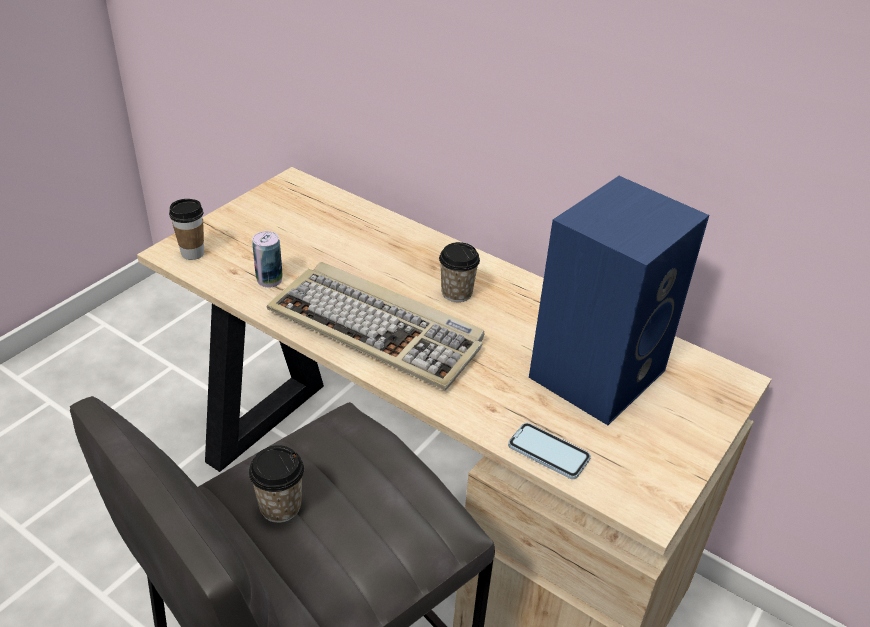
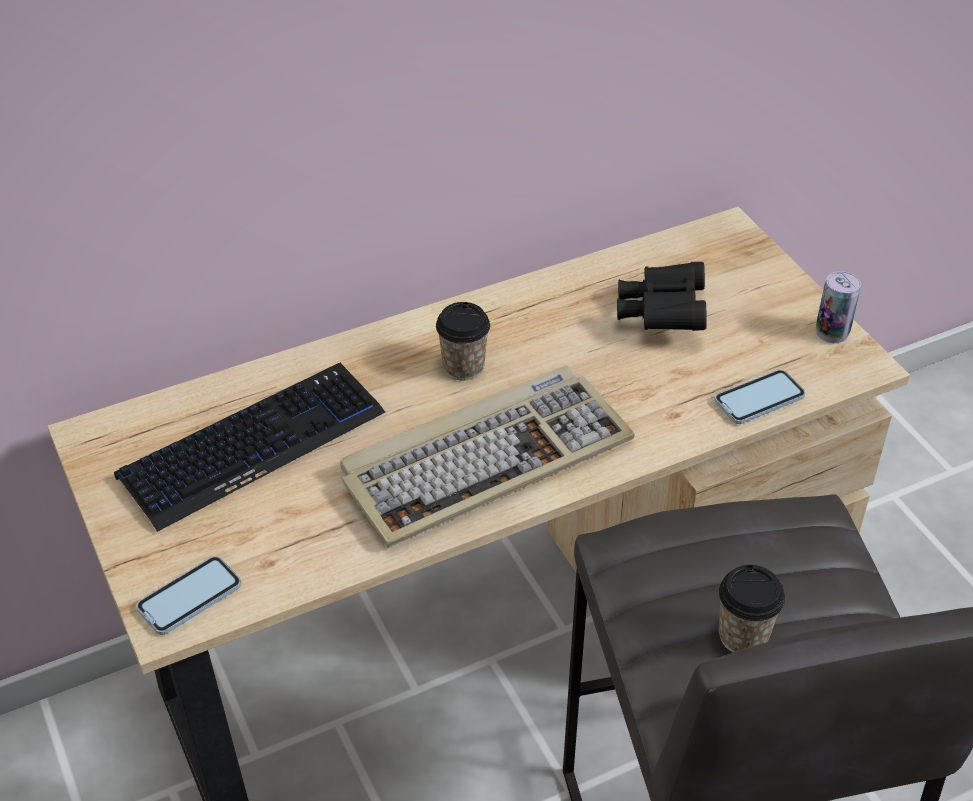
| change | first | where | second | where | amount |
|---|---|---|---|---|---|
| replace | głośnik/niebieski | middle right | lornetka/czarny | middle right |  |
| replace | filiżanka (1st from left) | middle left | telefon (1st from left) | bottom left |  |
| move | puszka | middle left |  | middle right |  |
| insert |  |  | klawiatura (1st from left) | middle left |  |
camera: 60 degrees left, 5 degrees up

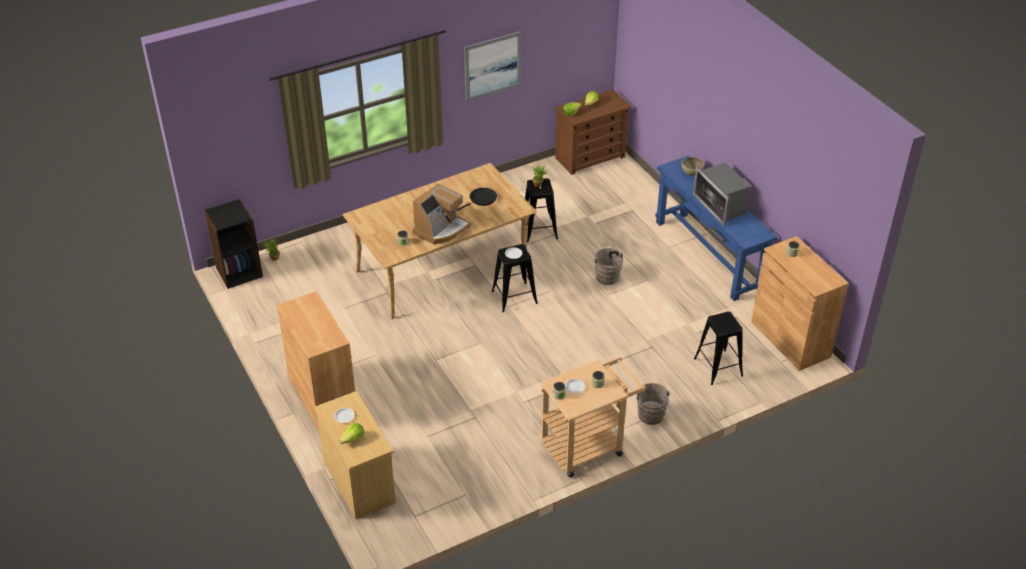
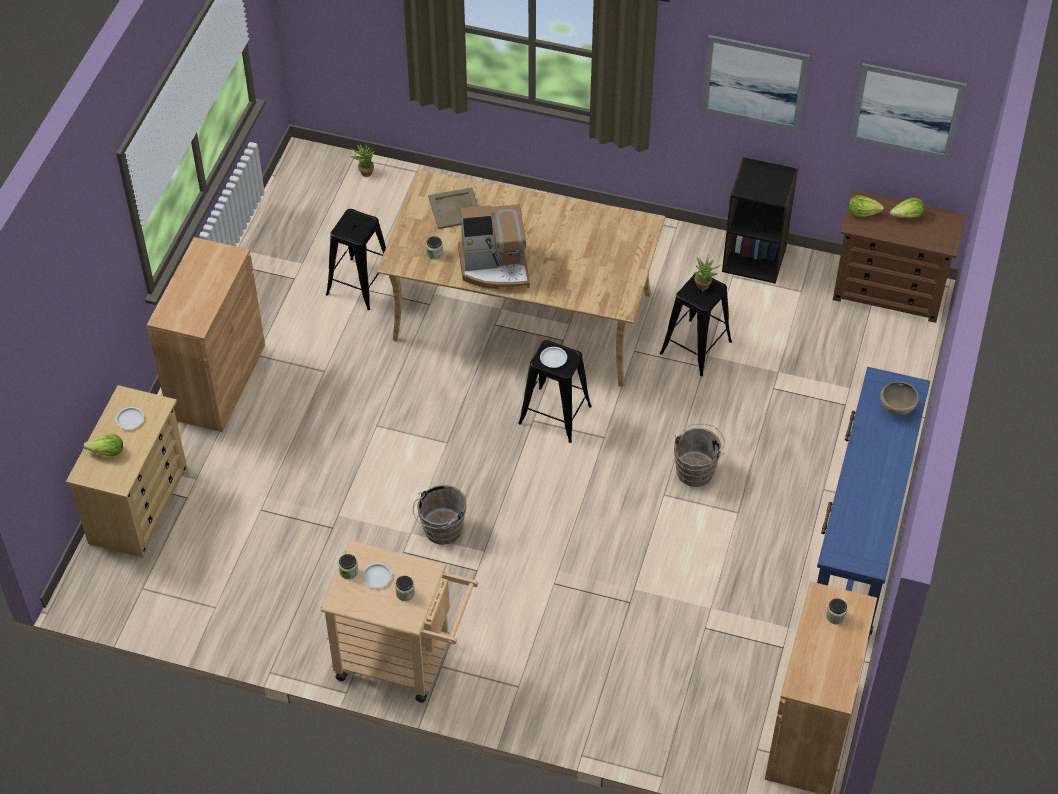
| change | first | where | second | where | amount |
|---|---|---|---|---|---|
| delete | mikrofalówka | middle right |  |  |  |
| delete | patelnia/czarny | centre |  |  |  |
| move | regał/czarny | middle left |  | top right |  |
| move | stołek/czarny (3rd from left in the first image) | middle right | stołek/czarny (1st from left) | top centre |  |
| move | wiadro/brązowy (2nd from left in the first image) | bottom centre | wiadro/brązowy (1st from left) | centre |  |
| insert |  |  | obraz (2nd from left) | top right |  |
| insert |  |  | taca/beżowy | top centre |  |
camera: 45 degrees right, 10 degrees up

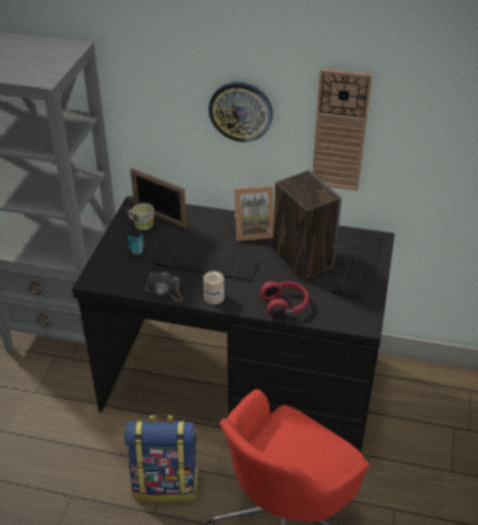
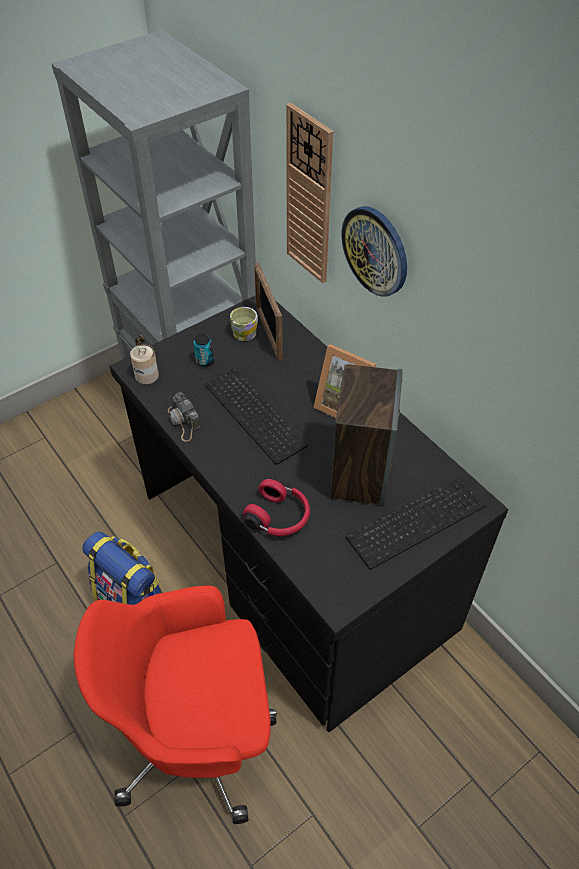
| change | first | where | second | where | amount |
|---|---|---|---|---|---|
| move | zegar ścienny (2nd from left in the first image) | top right | zegar ścienny (1st from left) | top centre |  |
| move | puszka (2nd from left in the first image) | centre | puszka (1st from left) | middle left |  |
camera: 40 degrees right, 10 degrees up

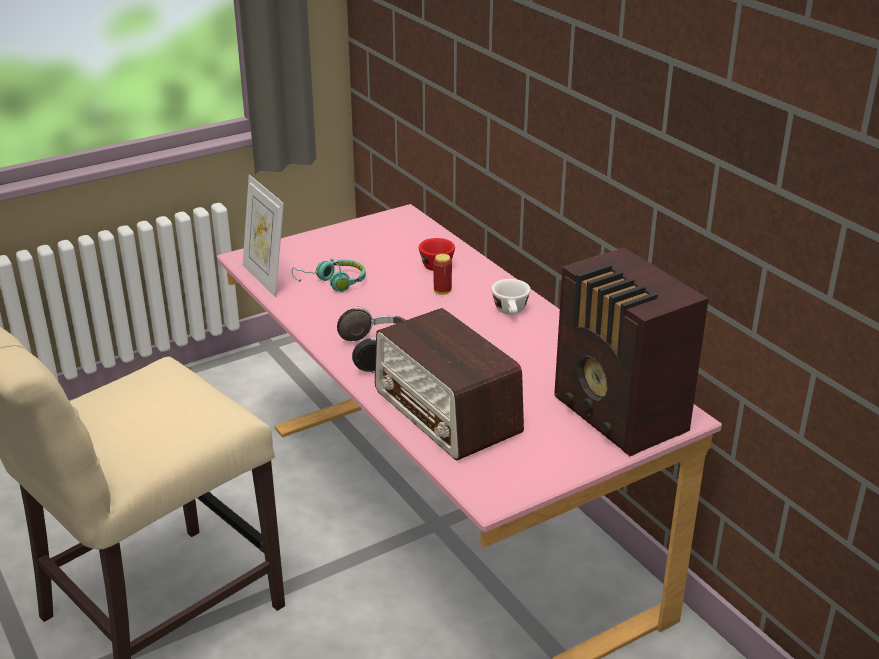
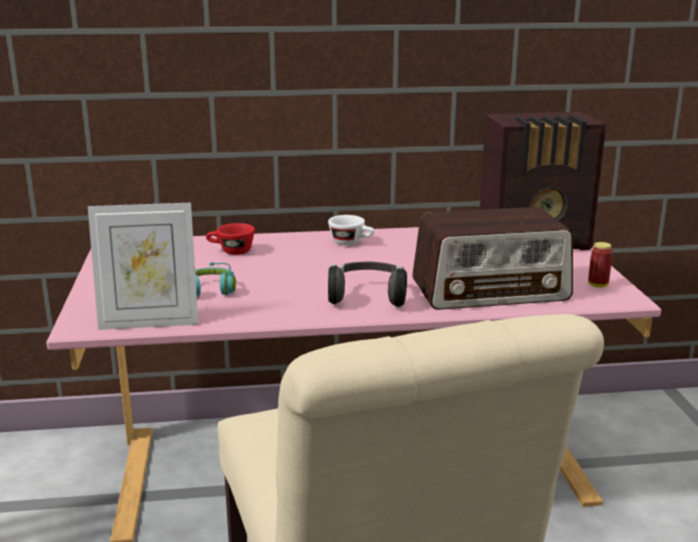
| change | first | where | second | where | amount |
|---|---|---|---|---|---|
| move | puszka | centre |  | middle right |  |
camera: 65 degrees left, 10 degrees down

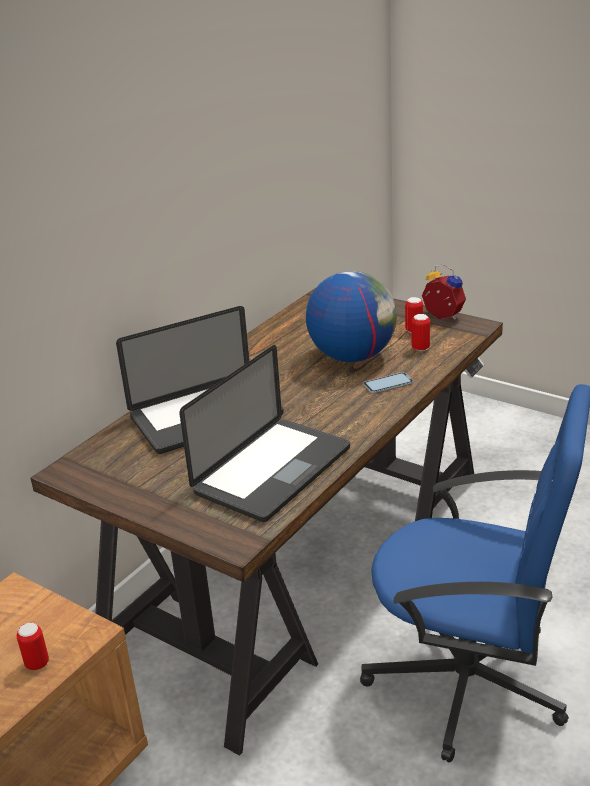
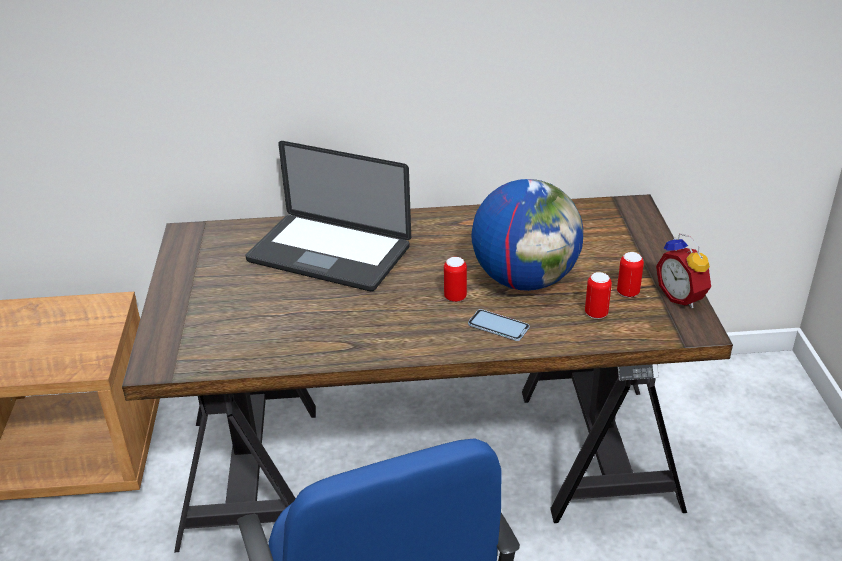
| change | first | where | second | where | amount |
|---|---|---|---|---|---|
| rotate | budzik | middle right |  | middle right | 150 degrees clockwise |
| delete | laptop (2nd from left) | centre |  |  |  |
| move | puszka (1st from left) | bottom left |  | centre |  |
camera: 50 degrees right, 5 degrees up

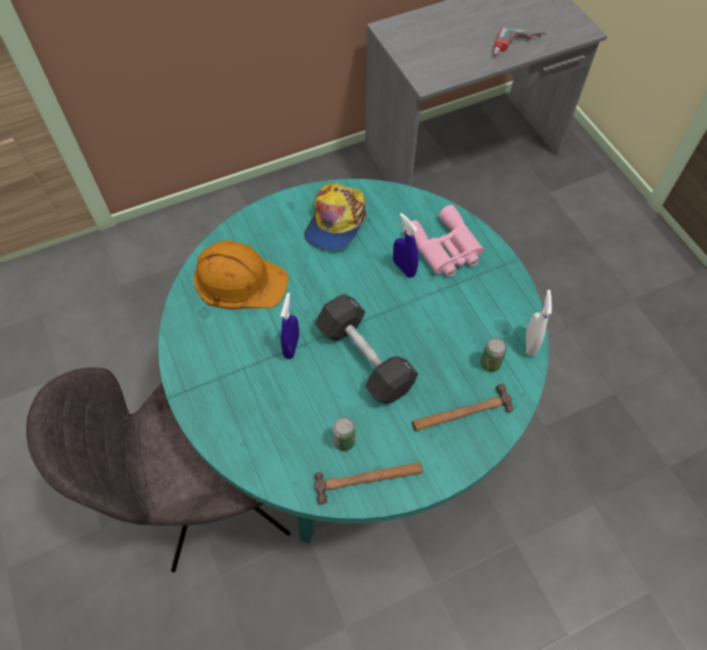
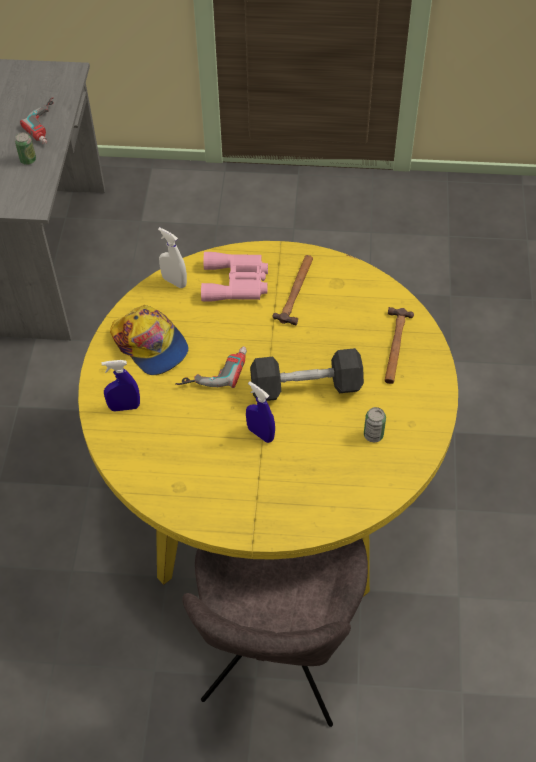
| change | first | where | second | where | amount |
|---|---|---|---|---|---|
| recolor | stół jadalny/turkusowy | centre | stół jadalny/żółty | centre |  |
| move | spryskiwacz/niebieski (2nd from left in the first image) | centre | spryskiwacz/niebieski (1st from left) | middle left |  |
| delete | kask/pomarańczowy | centre |  |  |  |
| move | spryskiwacz/biały | middle right |  | middle left |  |
| move | puszka (2nd from left in the first image) | middle right | puszka (1st from left) | top left |  |
| move | młotek (1st from left) | bottom centre |  | centre |  |
| insert |  |  | wiertarka (2nd from left) | centre |  |
camera: 60 degrees left, 5 degrees down

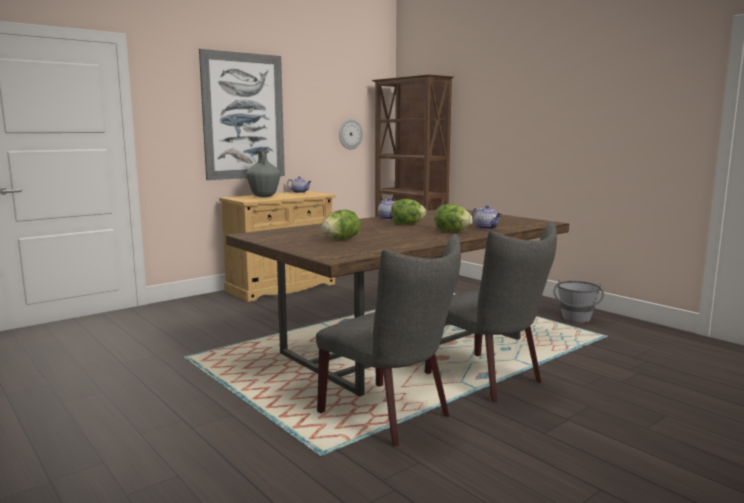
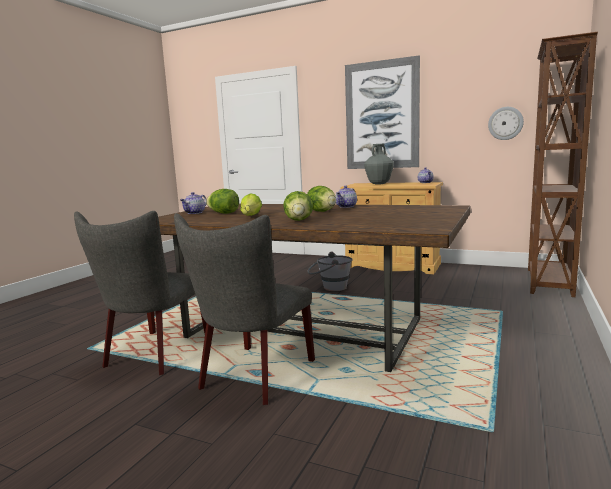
| change | first | where | second | where | amount |
|---|---|---|---|---|---|
| move | imbryk (3rd from left in the first image) | centre | imbryk (1st from left) | middle left |  |
| move | wiadro/szary | middle right |  | centre |  |
| insert |  |  | sałata (2nd from left) | centre |  |
camera: 65 degrees right, 0 degrees up

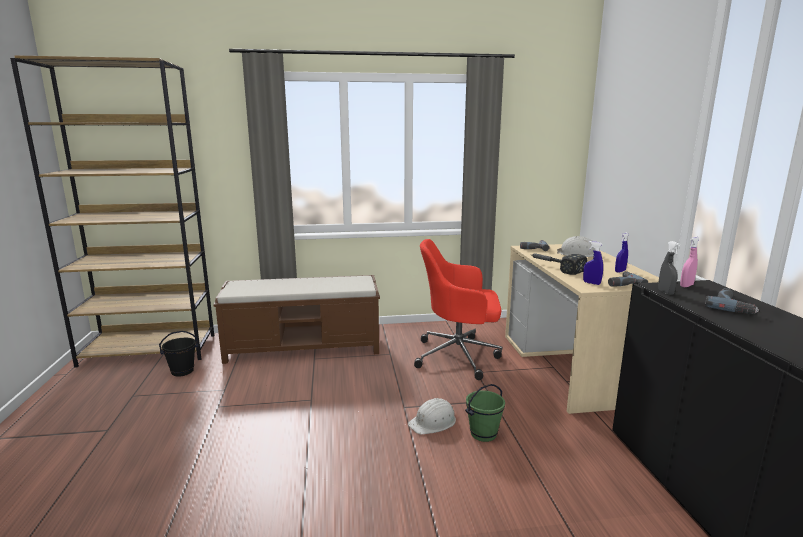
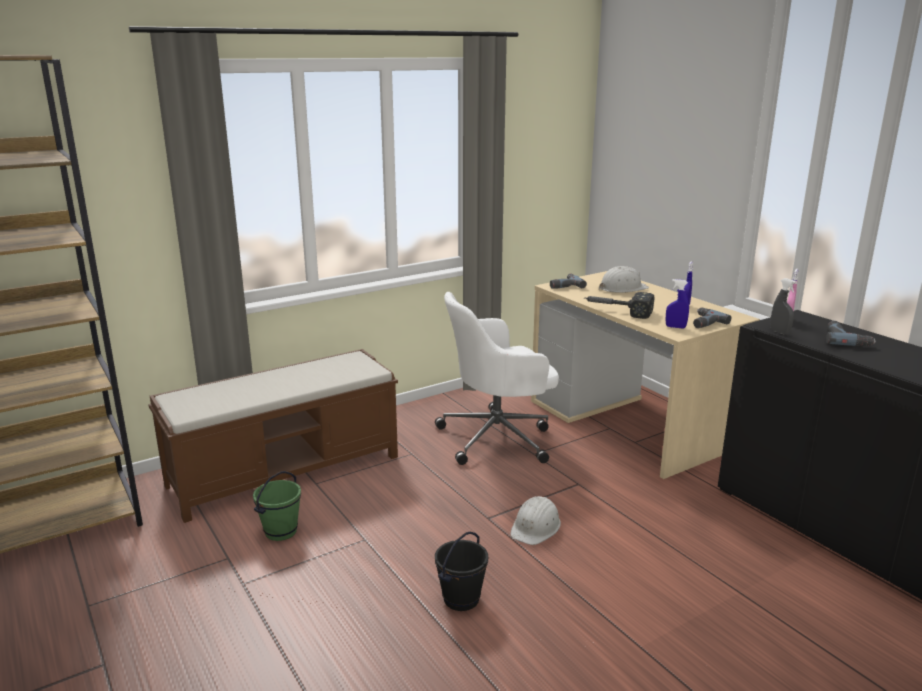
| change | first | where | second | where | amount |
|---|---|---|---|---|---|
| recolor | krzesło biurowe/czerwony | centre | krzesło biurowe/biały | centre |  |
| move | wiadro/czarny | middle left |  | bottom centre |  |
| move | wiadro/zielony | bottom centre |  | bottom left |  |
camera: 25 degrees left, 5 degrees up

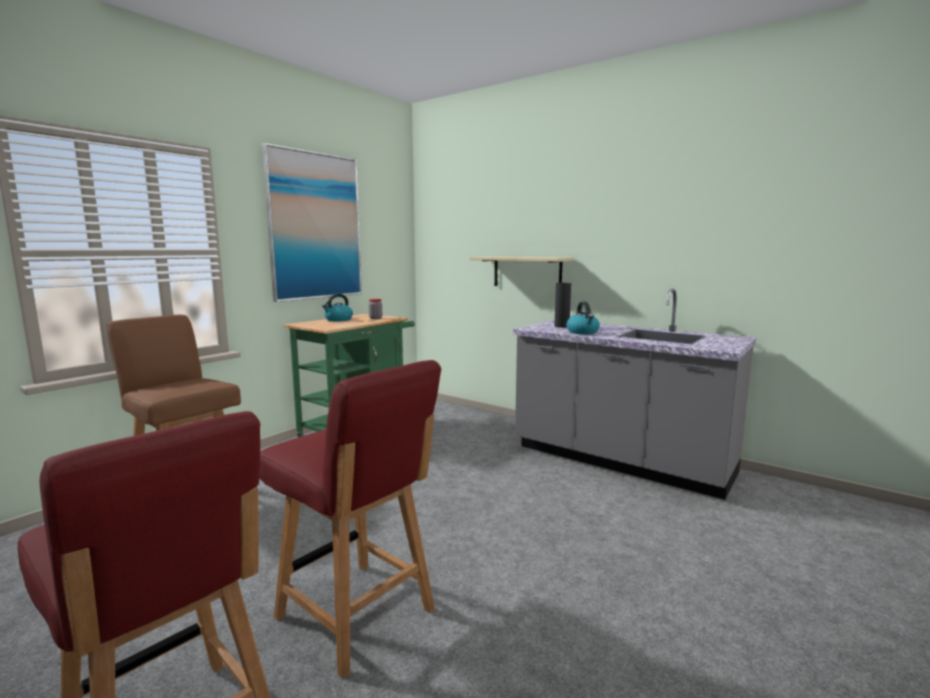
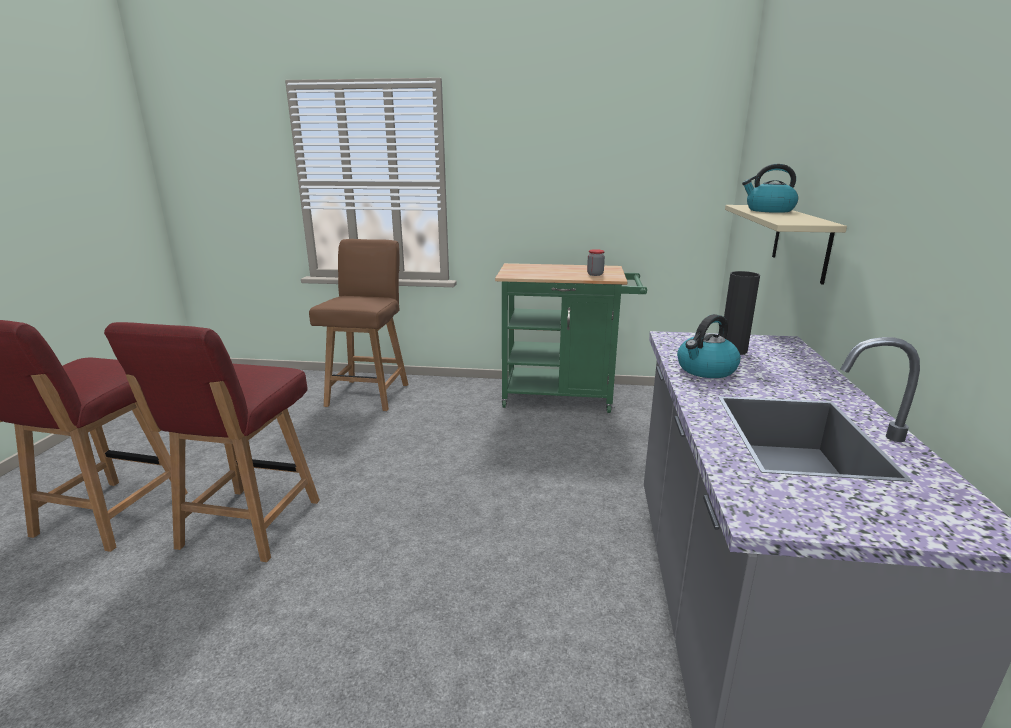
| change | first | where | second | where | amount |
|---|---|---|---|---|---|
| delete | obraz | top centre |  |  |  |
| move | czajnik (1st from left in the first image) | centre | czajnik (2nd from left) | top right |  |
camera: 60 degrees right, 10 degrees up

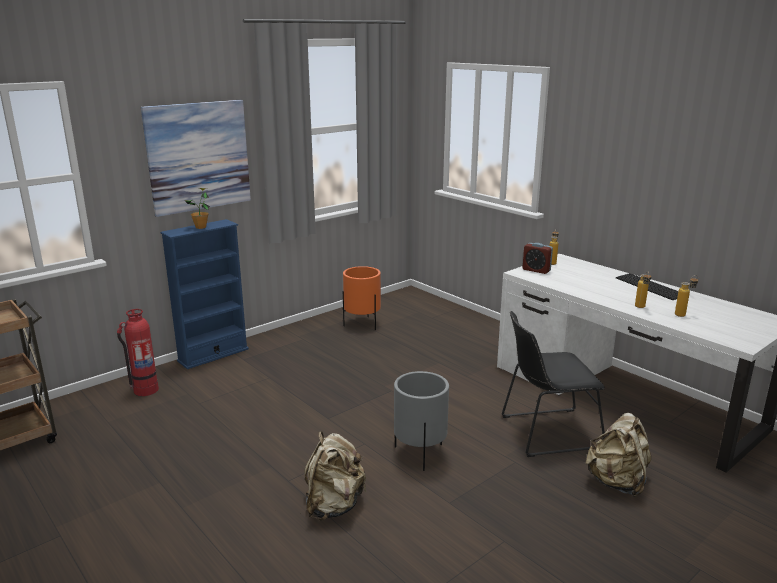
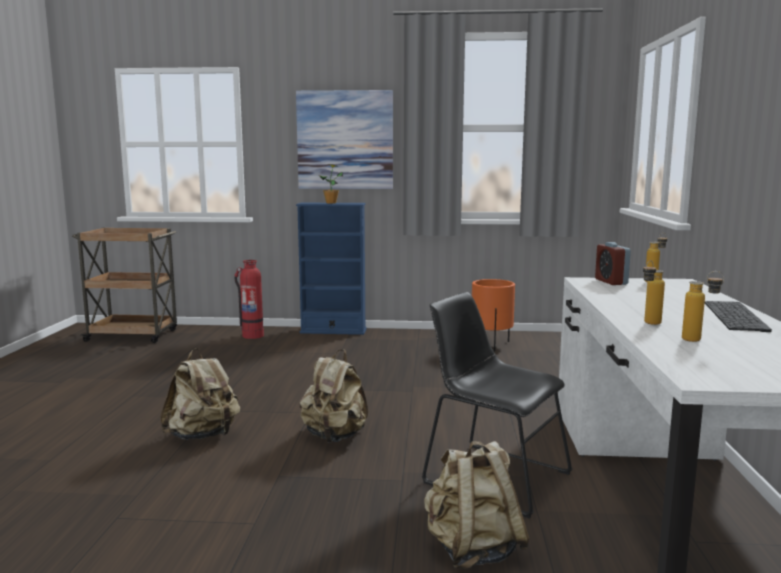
| change | first | where | second | where | amount |
|---|---|---|---|---|---|
| replace | donica/szary | bottom centre | plecak/beżowy (2nd from left) | bottom centre |  |
camera: 45 degrees right, 10 degrees down

